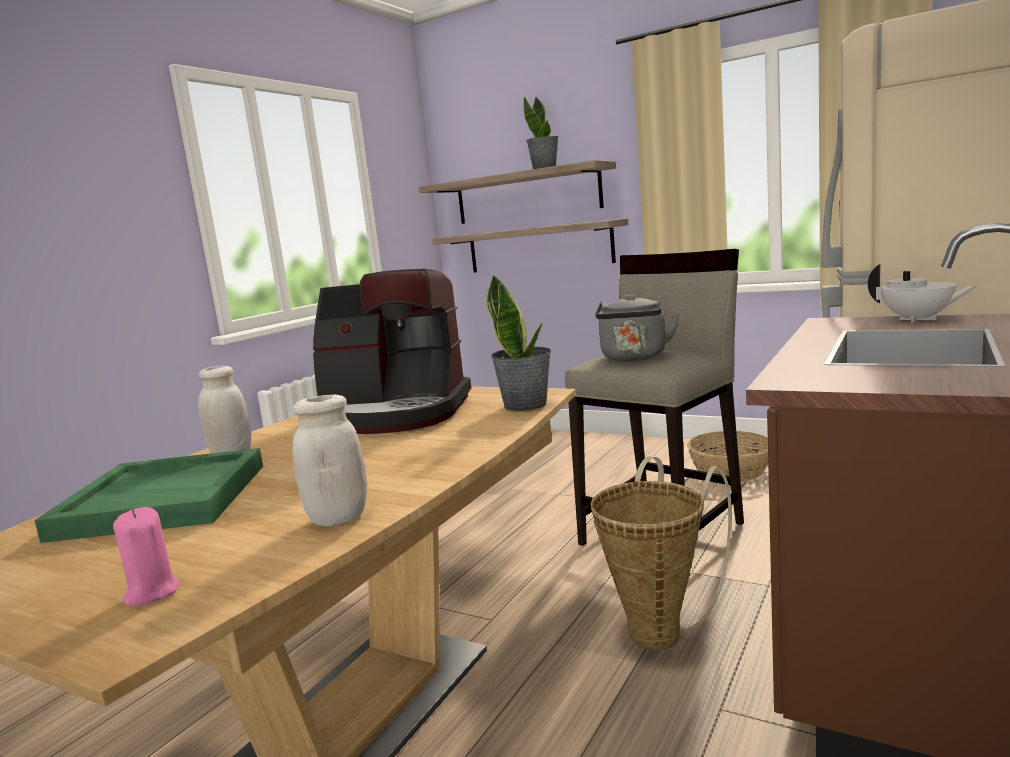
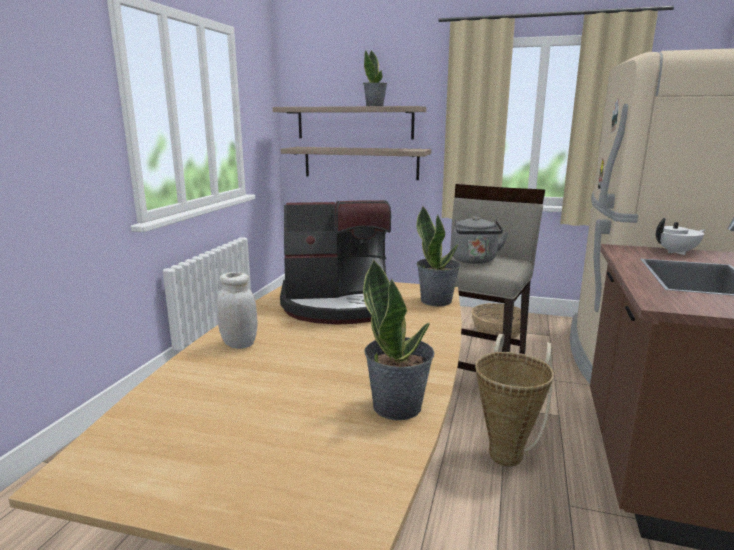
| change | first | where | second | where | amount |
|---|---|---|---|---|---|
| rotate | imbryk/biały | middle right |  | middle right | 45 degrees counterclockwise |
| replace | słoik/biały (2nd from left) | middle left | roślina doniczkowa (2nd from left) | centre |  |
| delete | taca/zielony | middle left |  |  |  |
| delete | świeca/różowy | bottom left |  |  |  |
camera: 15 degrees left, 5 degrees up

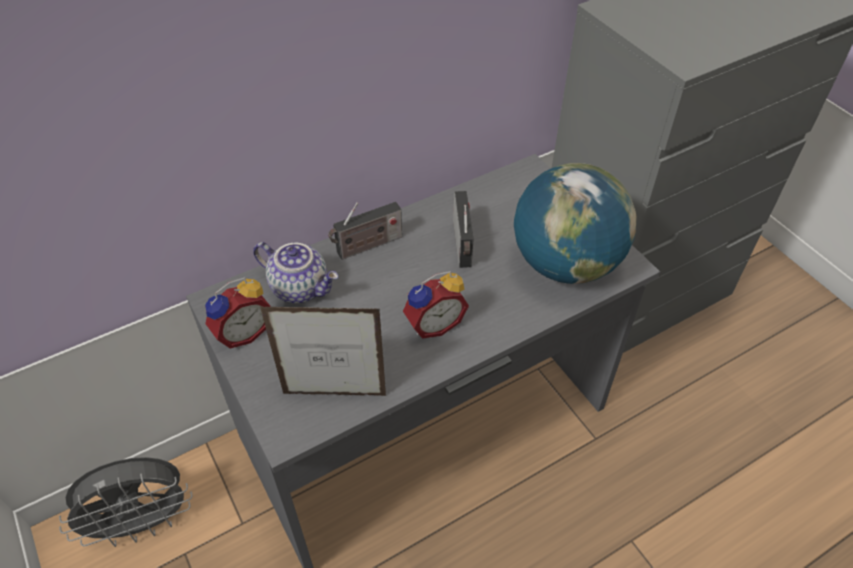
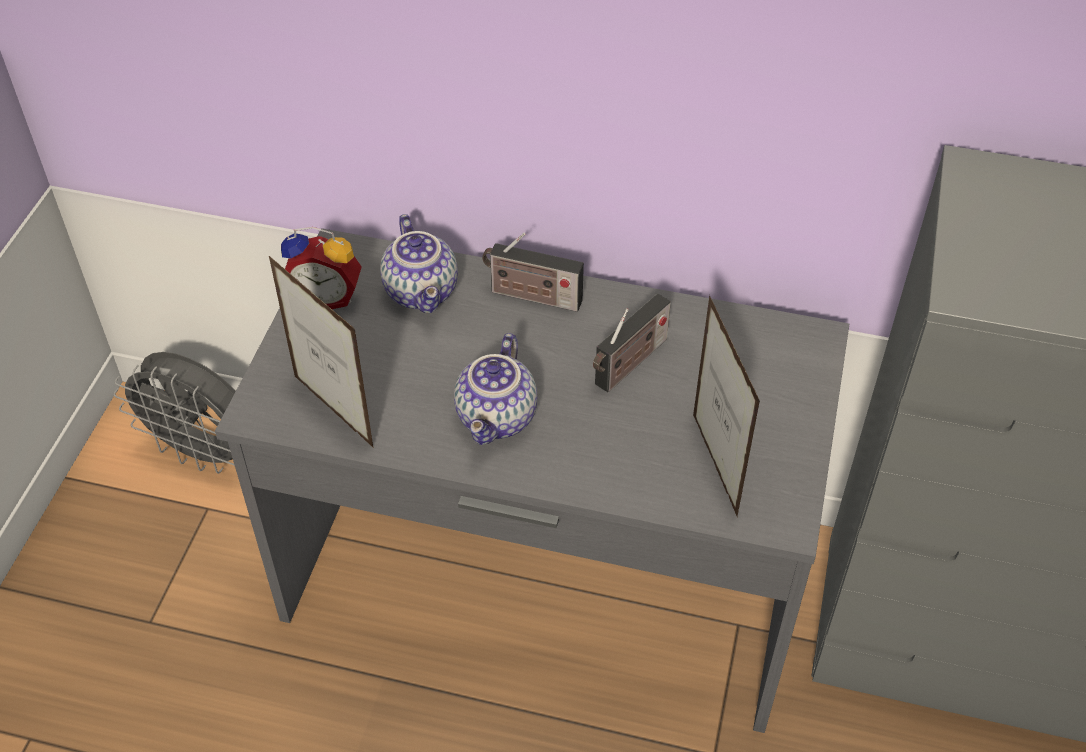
| change | first | where | second | where | amount |
|---|---|---|---|---|---|
| replace | globus | middle right | ramka na zdjęcie (2nd from left) | middle right |  |
| replace | budzik (2nd from left) | centre | imbryk (2nd from left) | centre |  |
camera: 45 degrees right, 0 degrees up

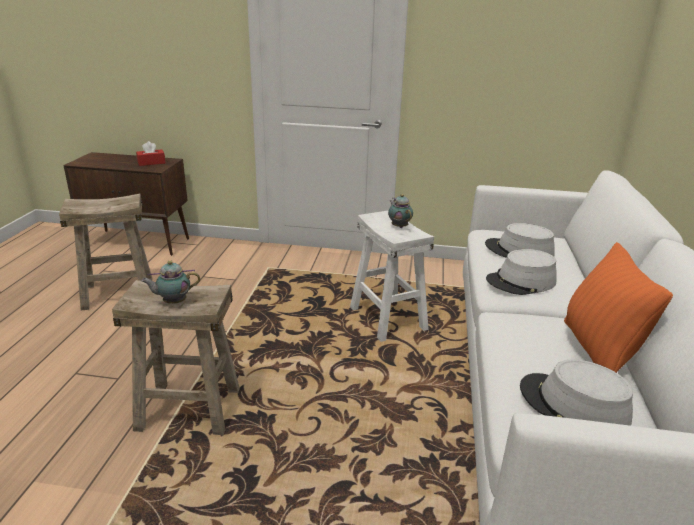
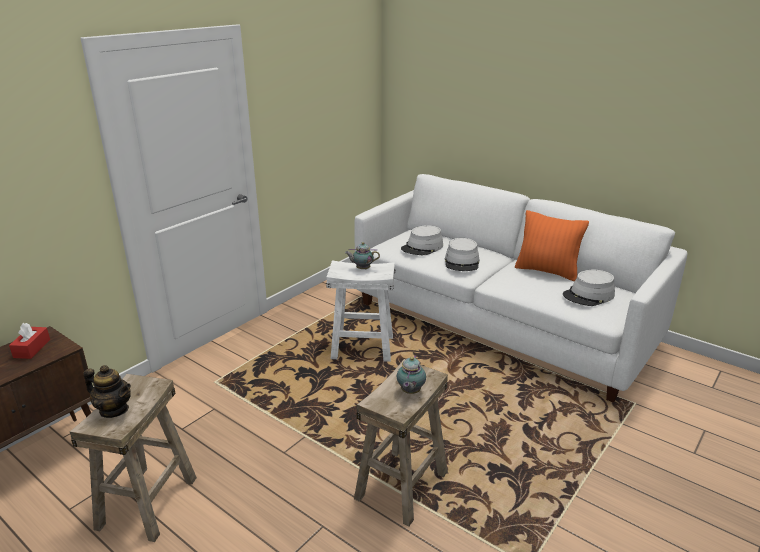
| change | first | where | second | where | amount |
|---|---|---|---|---|---|
| insert |  |  | imbryk (1st from left) | bottom left |  |
camera: 60 degrees left, 0 degrees up

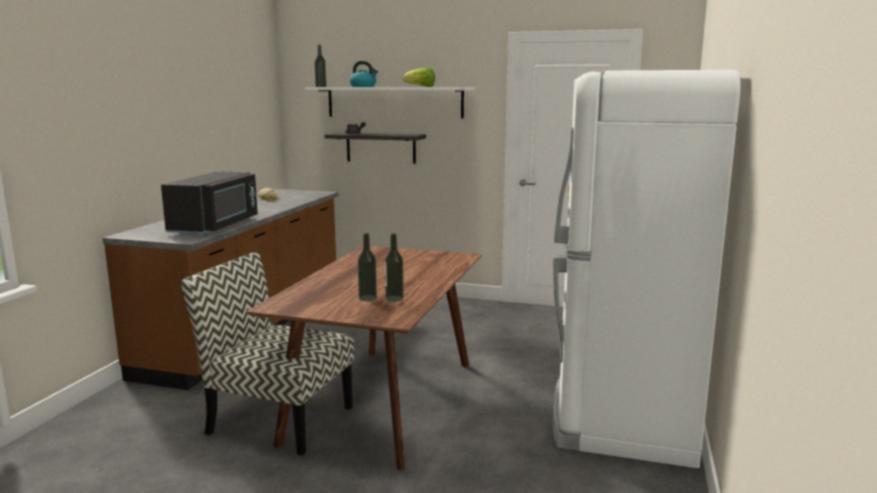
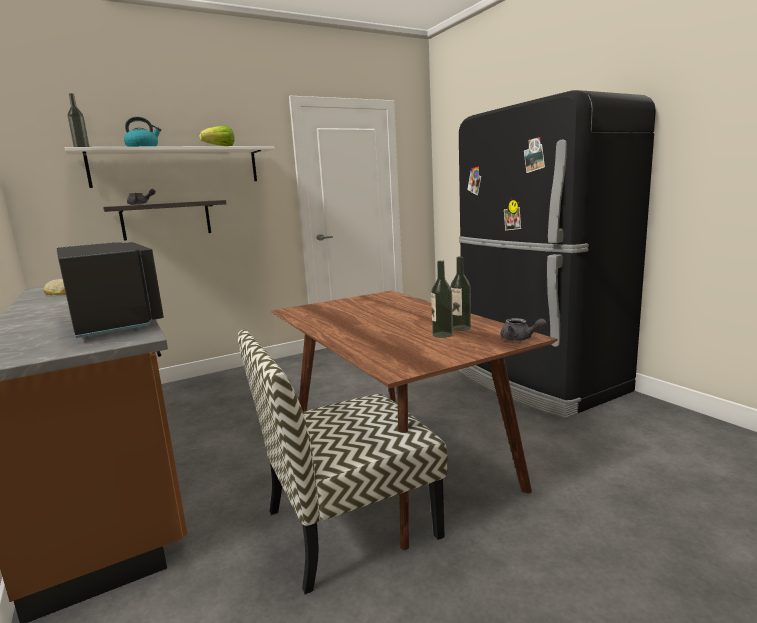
| change | first | where | second | where | amount |
|---|---|---|---|---|---|
| recolor | lodówka/biały | middle right | lodówka/czarny | middle right |  |
| insert |  |  | imbryk/szary (2nd from left) | middle right |  |
camera: 45 degrees left, 0 degrees up

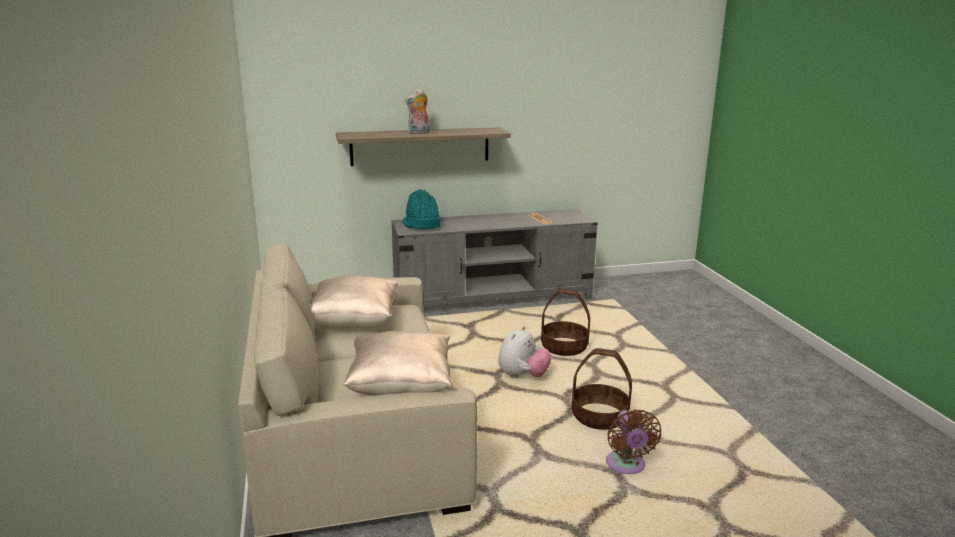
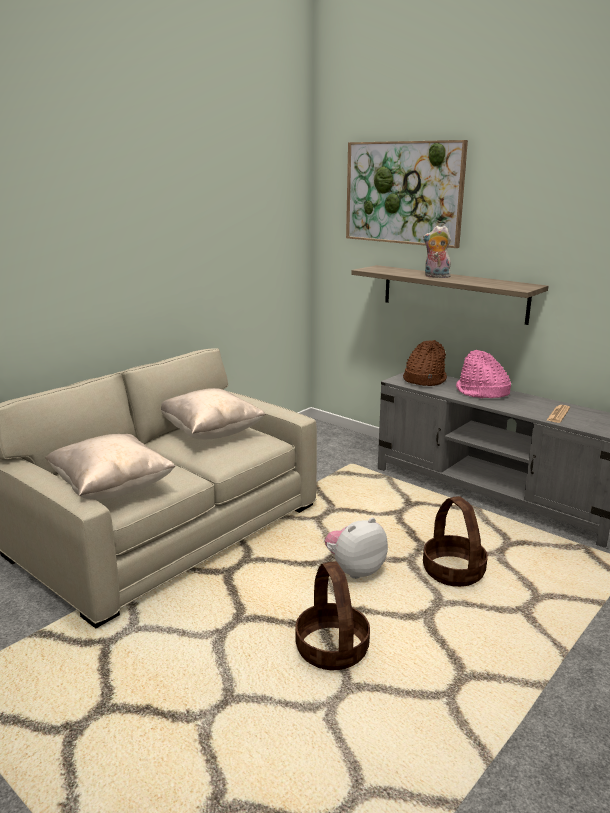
| change | first | where | second | where | amount |
|---|---|---|---|---|---|
| recolor | kapelusz/turkusowy | centre | kapelusz/brązowy | middle right |  |
| rotate | pluszak (2nd from left in the first image) | centre | pluszak (1st from left) | bottom centre | 150 degrees clockwise |
| delete | wentylator/brązowy | bottom centre |  |  |  |
| insert |  |  | obraz | top right |  |
| insert |  |  | kapelusz/różowy | middle right |  |
camera: 55 degrees right, 0 degrees up

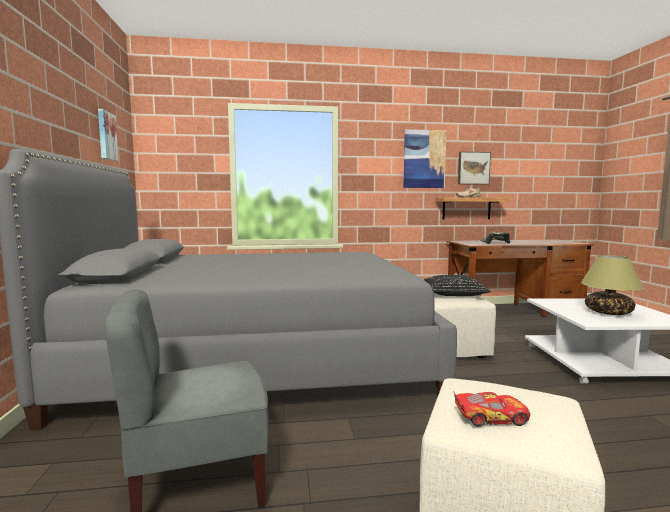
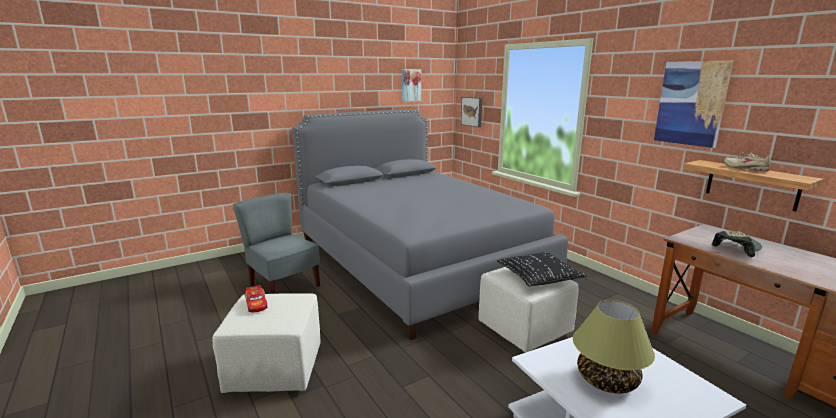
| change | first | where | second | where | amount |
|---|---|---|---|---|---|
| move | obraz (3rd from left in the first image) | top right | obraz (2nd from left) | top centre |  |
camera: 65 degrees right, 10 degrees up

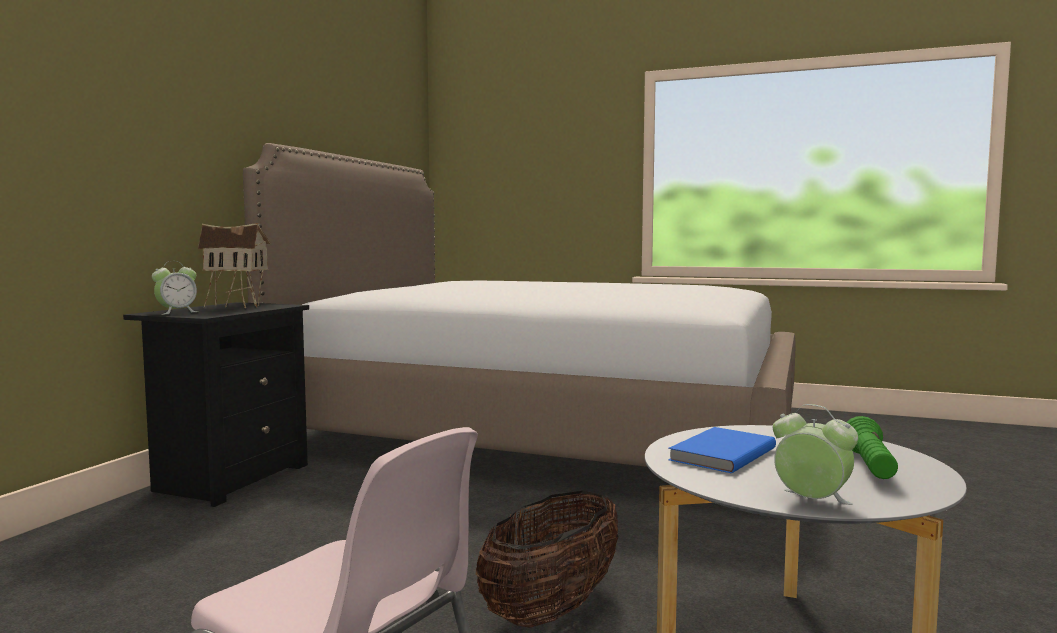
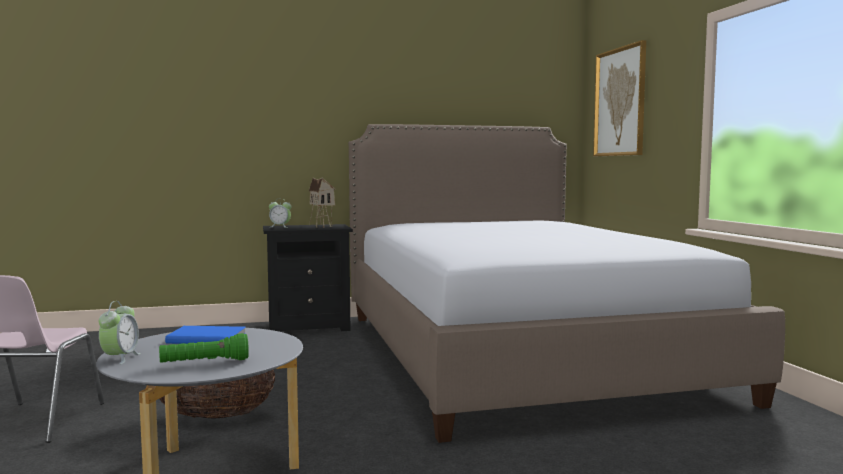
| change | first | where | second | where | amount |
|---|---|---|---|---|---|
| insert |  |  | obraz | top right |  |
camera: 55 degrees right, 0 degrees up

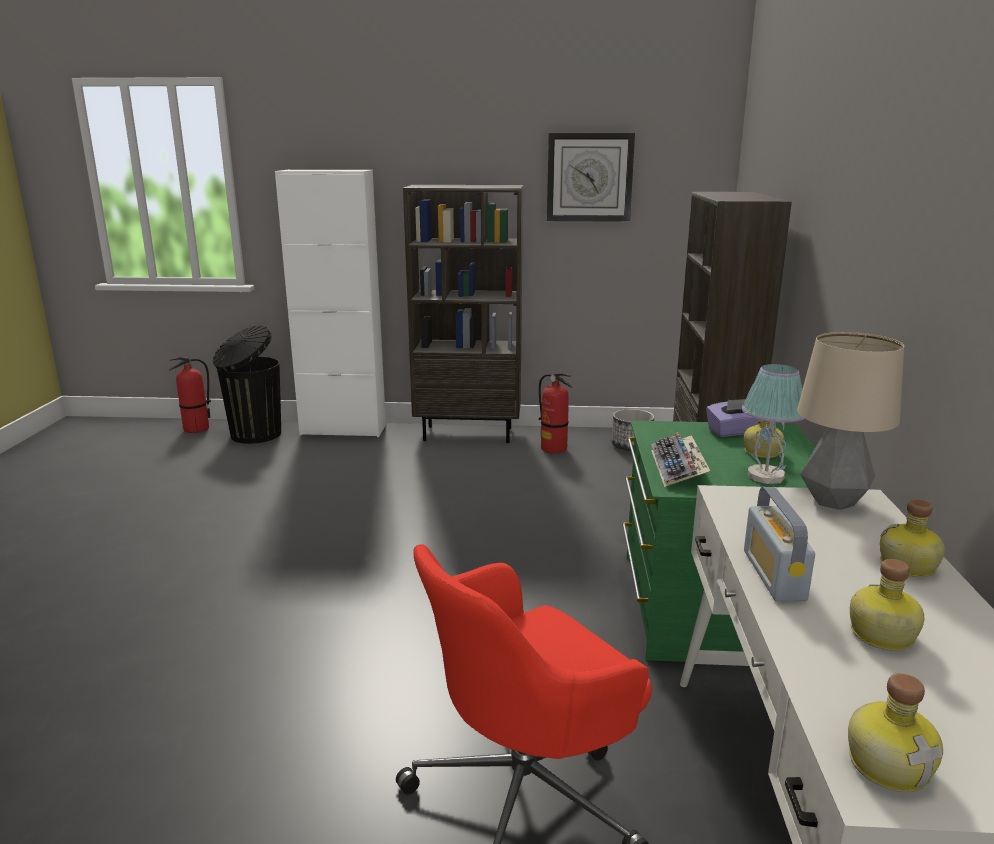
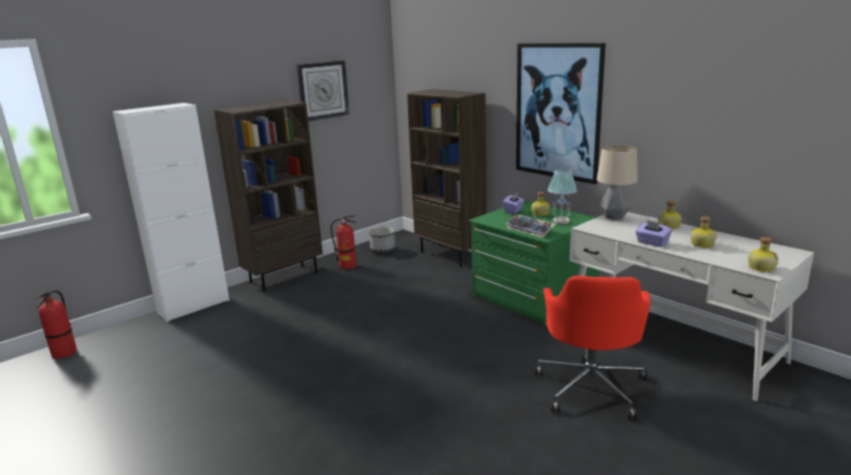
| change | first | where | second | where | amount |
|---|---|---|---|---|---|
| delete | kosz na śmieci/czarny | middle left |  |  |  |
| replace | radio | middle right | pudełko chusteczek/fioletowy (2nd from left) | middle right |  |
| insert |  |  | obraz | top centre |  |
camera: 45 degrees left, 0 degrees up

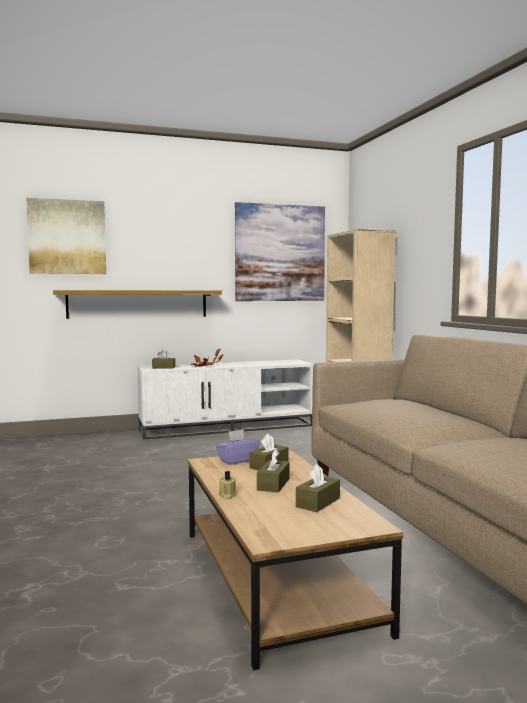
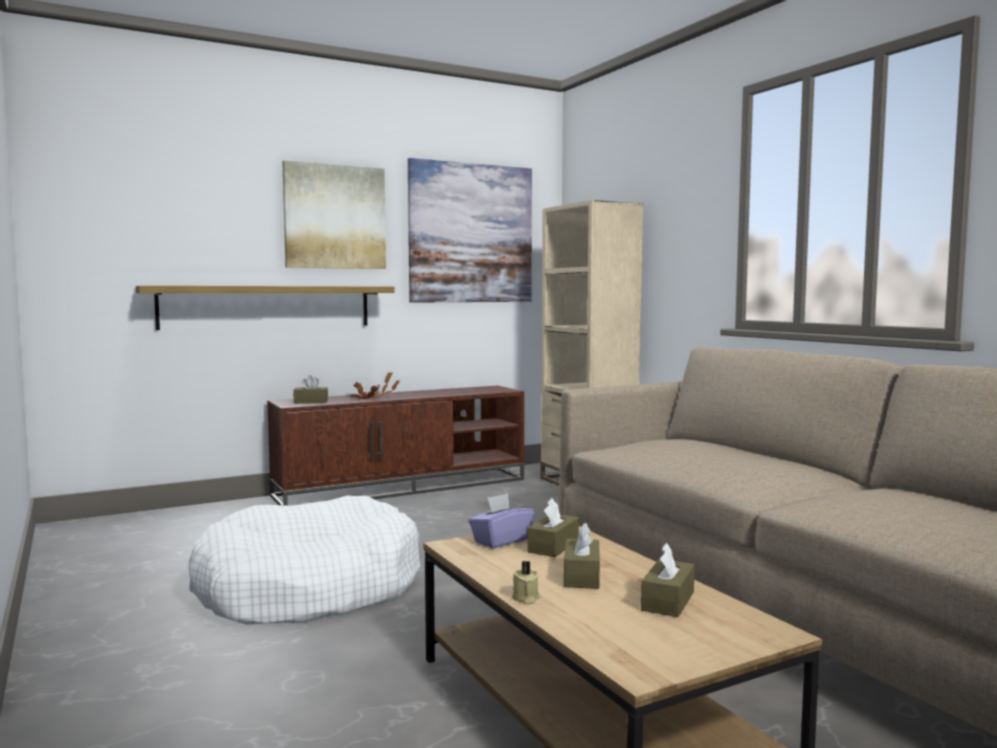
| change | first | where | second | where | amount |
|---|---|---|---|---|---|
| move | obraz (1st from left) | middle left |  | top centre |  |
| recolor | szafka pod telewizor/biały | centre | szafka pod telewizor/brązowy | centre |  |
| insert |  |  | legowisko/biały | bottom left |  |
camera: 10 degrees left, 0 degrees up

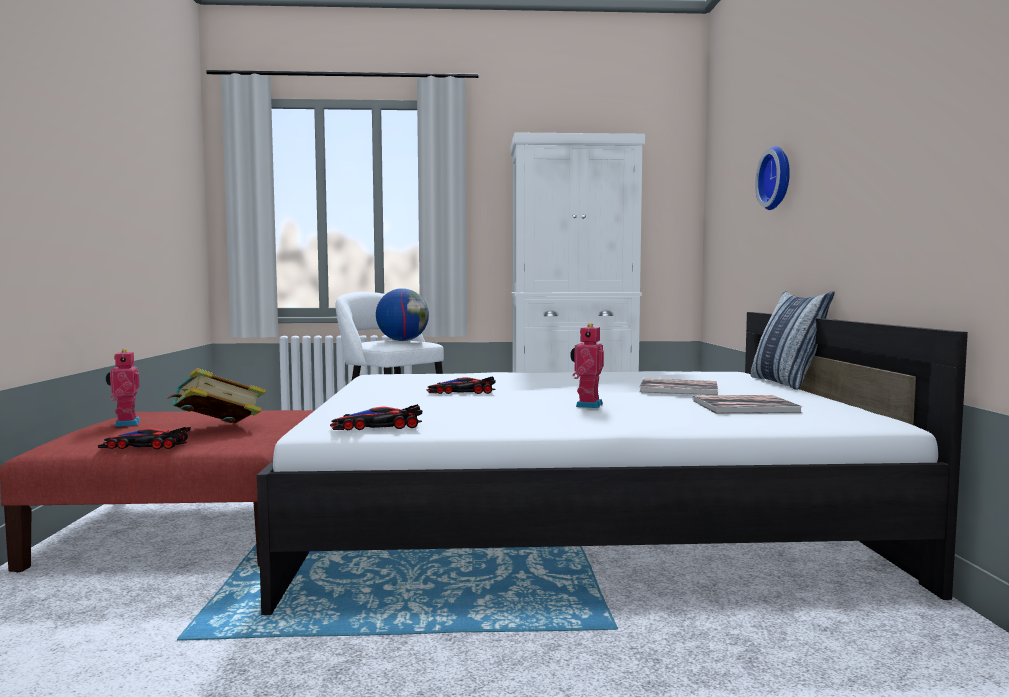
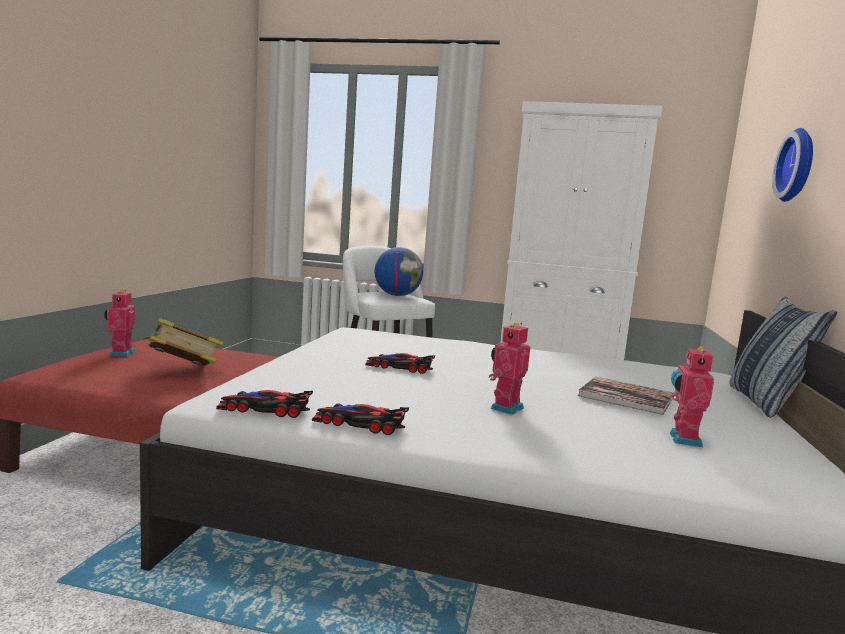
| change | first | where | second | where | amount |
|---|---|---|---|---|---|
| replace | książka (3rd from left) | middle right | robot zabawkowy (3rd from left) | middle right |  |
| move | samochodzik (1st from left in the first image) | middle left | samochodzik (2nd from left) | centre |  |
camera: 15 degrees right, 5 degrees up

